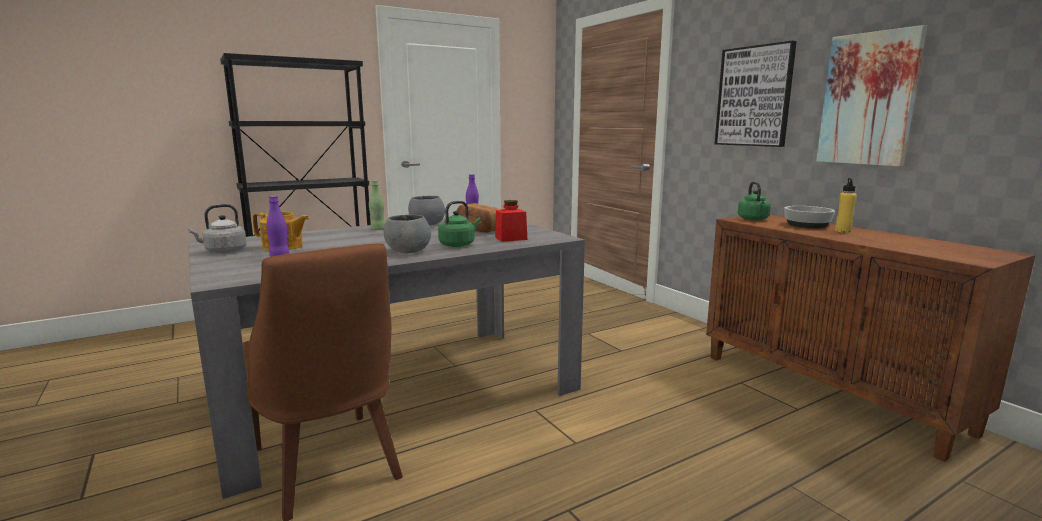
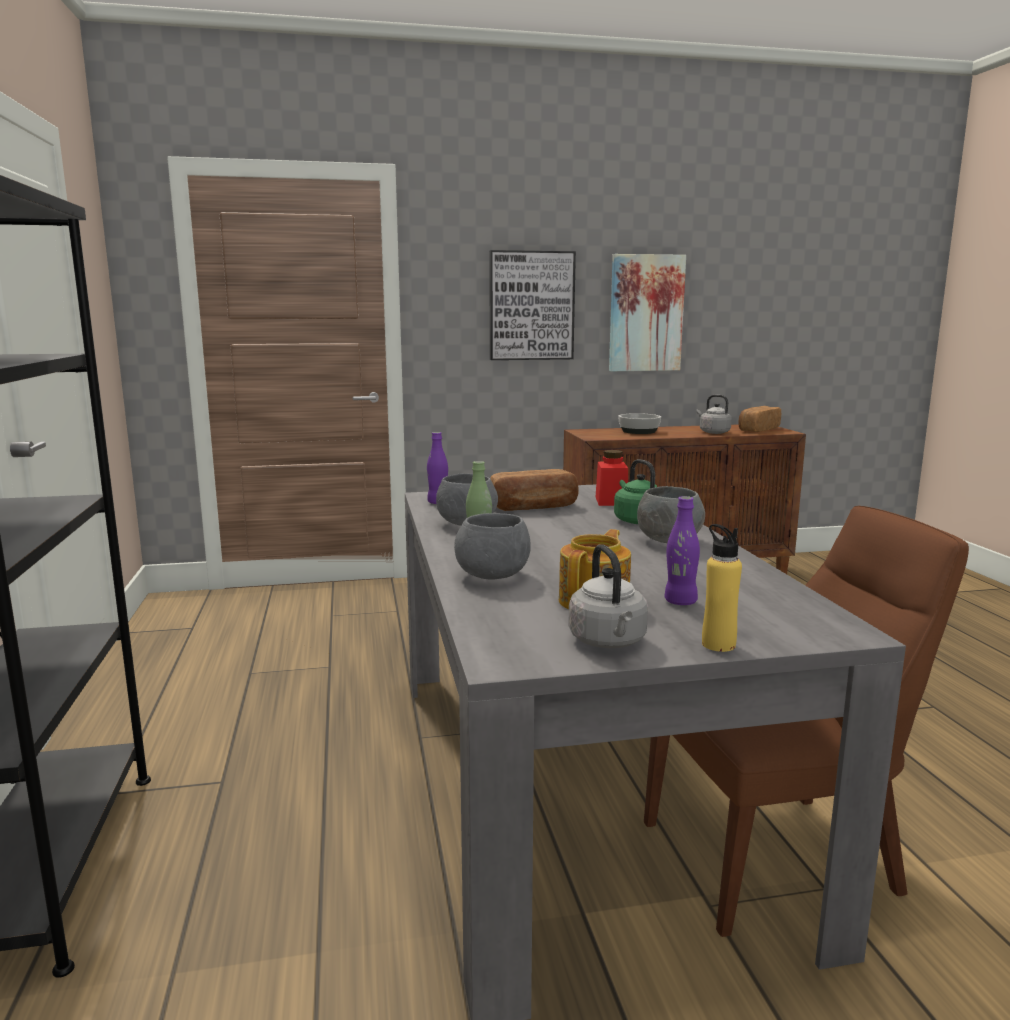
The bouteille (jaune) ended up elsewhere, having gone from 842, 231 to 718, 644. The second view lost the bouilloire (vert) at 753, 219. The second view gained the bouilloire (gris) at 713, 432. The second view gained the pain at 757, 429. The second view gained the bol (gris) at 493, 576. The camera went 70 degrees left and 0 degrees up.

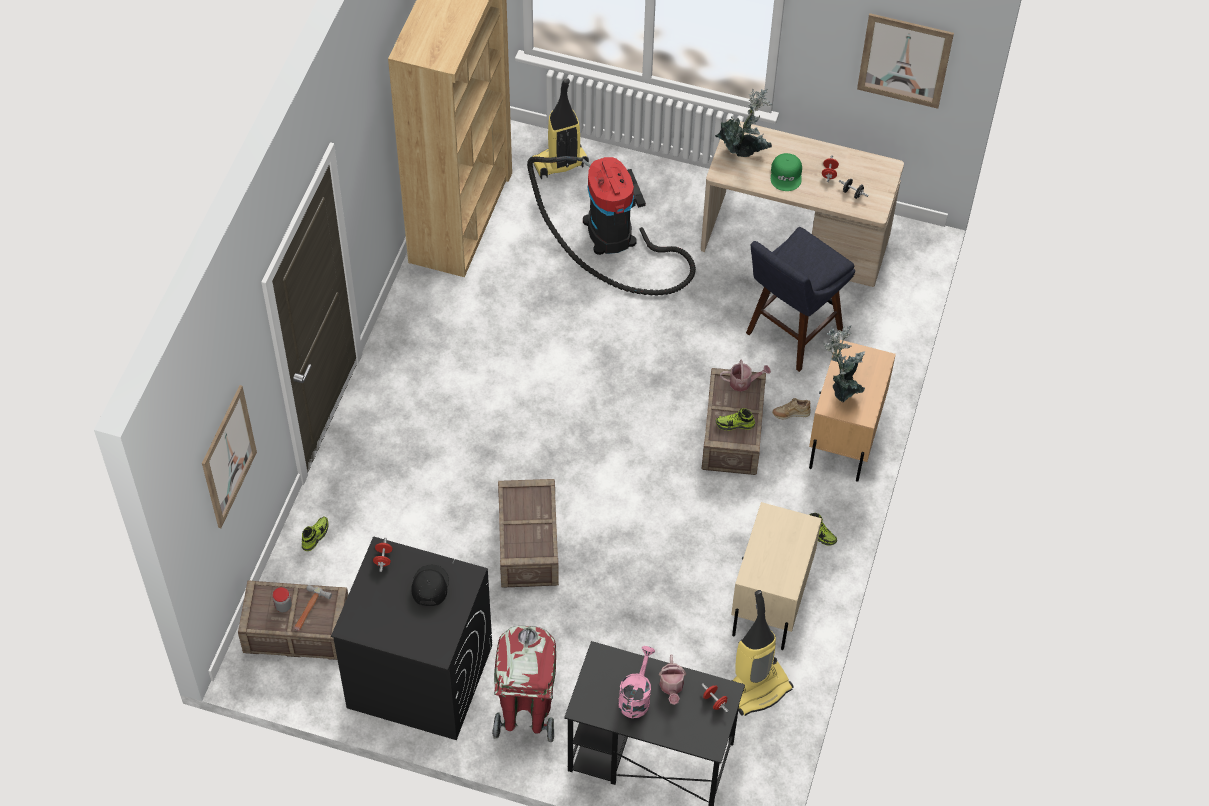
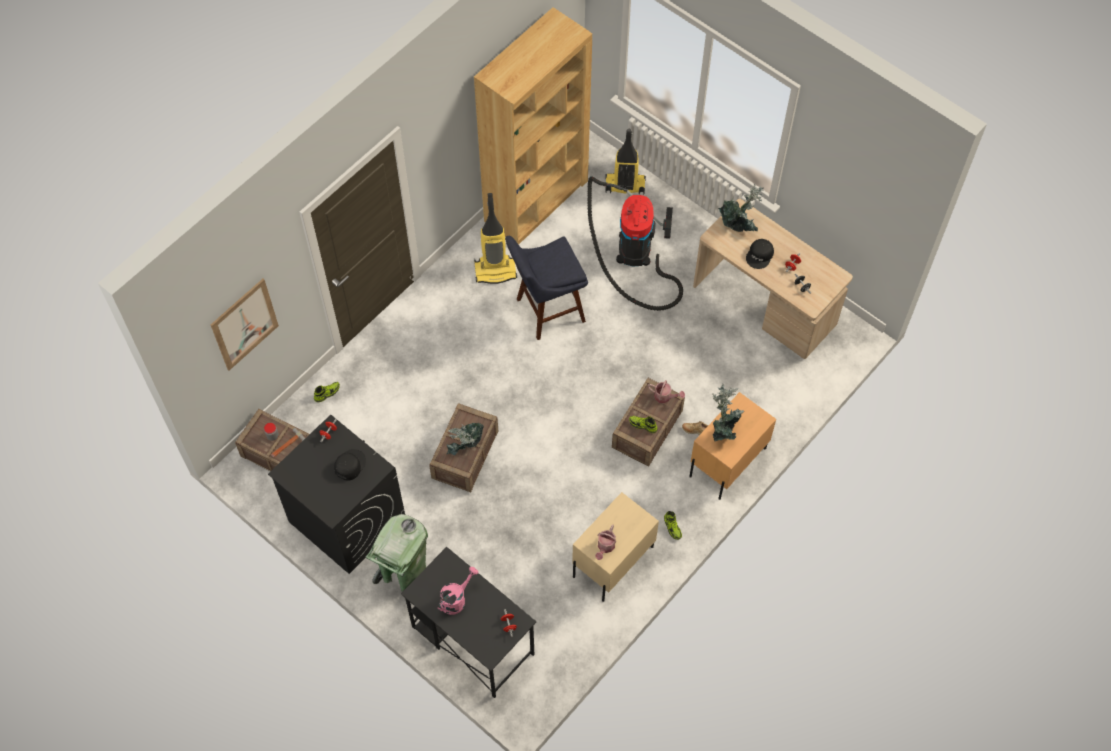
The second view lost the tableau at 904, 60. What was the casquette (vert) at 786, 175 turned into the casquette (noir) at 760, 255. The tabouret (bleu) ended up elsewhere, having gone from 790, 335 to 546, 312. The aspirateur ended up elsewhere, having gone from 758, 688 to 495, 270. What was the poubelle (rouge) at 525, 714 turned into the poubelle (vert) at 404, 574. The arrosoir ended up elsewhere, having gone from 671, 687 to 605, 547. The second view gained the plante en pot at 466, 448. The camera went 25 degrees right and 5 degrees up.

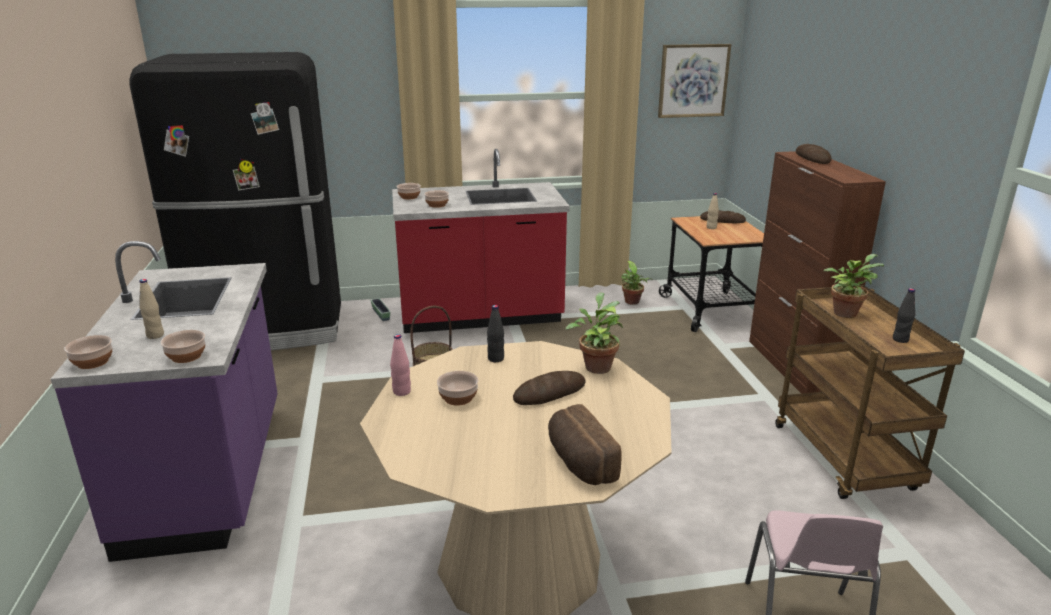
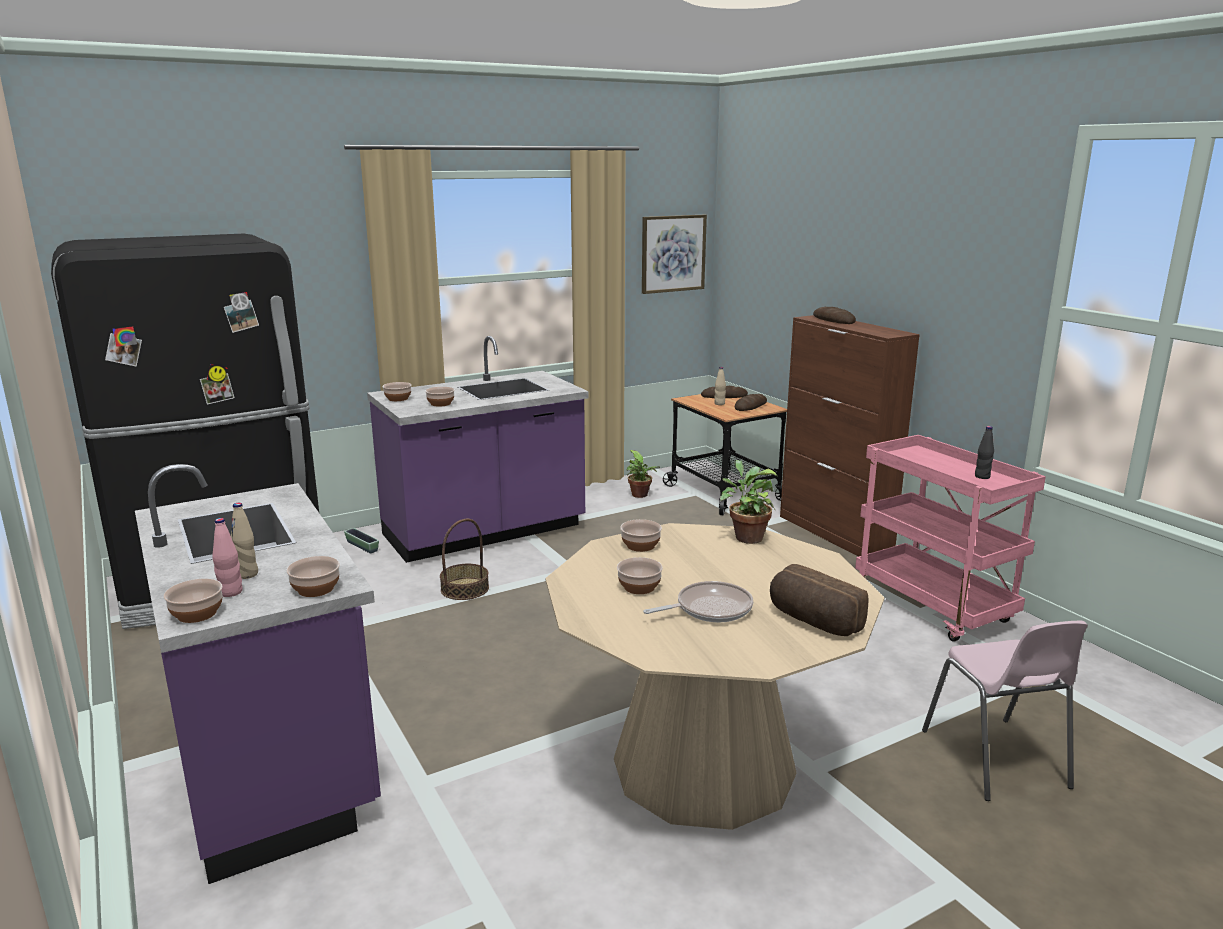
What was the comptoir de cuisine (rouge) at 480, 316 turned into the comptoir de cuisine (violet) at 485, 532. The second view lost the plante en pot at 845, 312. What was the chariot (marron) at 845, 459 turned into the chariot (rose) at 934, 607. Where the bouteille (noir) stood at 496, 359, the bol came to stand at 640, 546. The bouteille (rose) ended up elsewhere, having gone from 402, 392 to 230, 592. The pain ended up elsewhere, having gone from 549, 393 to 750, 406. The second view gained the poêle at 709, 609. The camera went 20 degrees left and 5 degrees down.

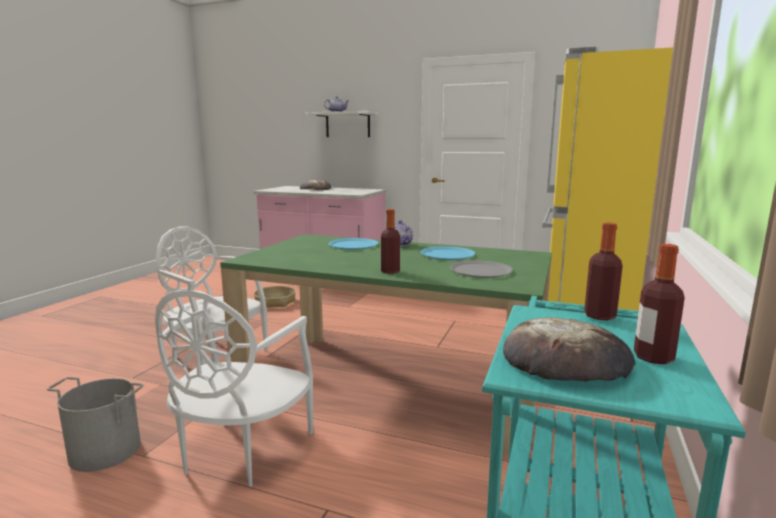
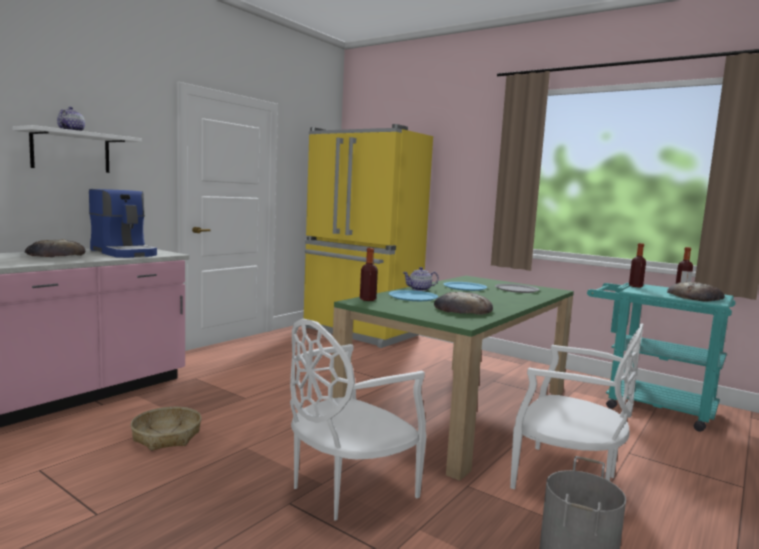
The bouteille ended up elsewhere, having gone from 390, 271 to 367, 299. The second view gained the machine à café at 125, 253. The second view gained the pain at 462, 309. The camera went 75 degrees left and 5 degrees down.

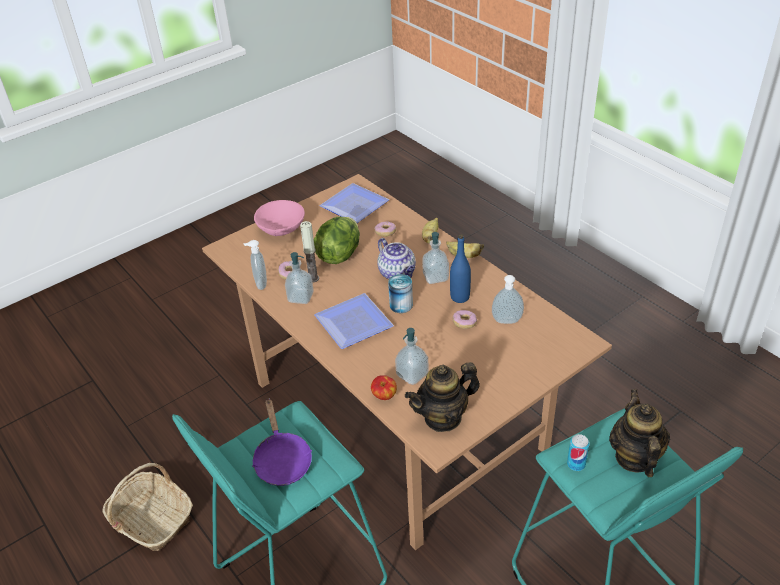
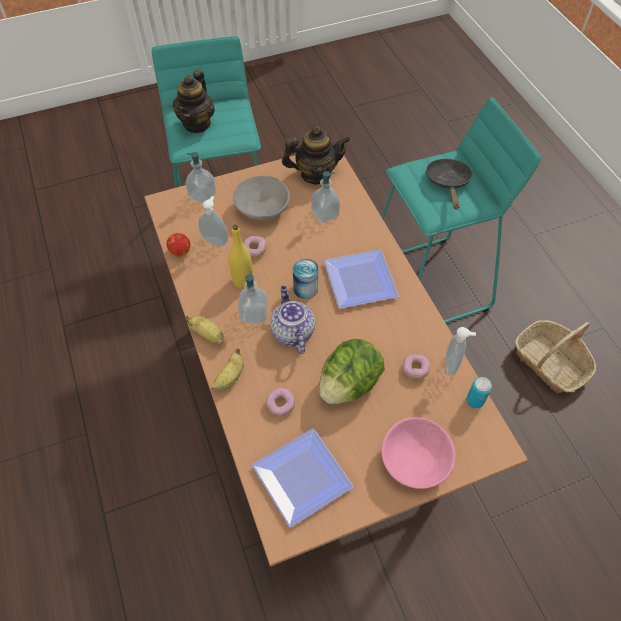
The second view lost the bougie at 313, 278. What was the bouteille (bleu) at 460, 297 turned into the bouteille (jaune) at 243, 281. The distributeur de savon ended up elsewhere, having gone from 300, 297 to 202, 195. The pomme ended up elsewhere, having gone from 384, 396 to 180, 251. What was the poêle (violet) at 282, 459 turned into the poêle (noir) at 448, 183. The boîte métallique ended up elsewhere, having gone from 576, 464 to 475, 400. The second view gained the bol (gris) at 262, 209. The camera went 165 degrees left and 15 degrees up.

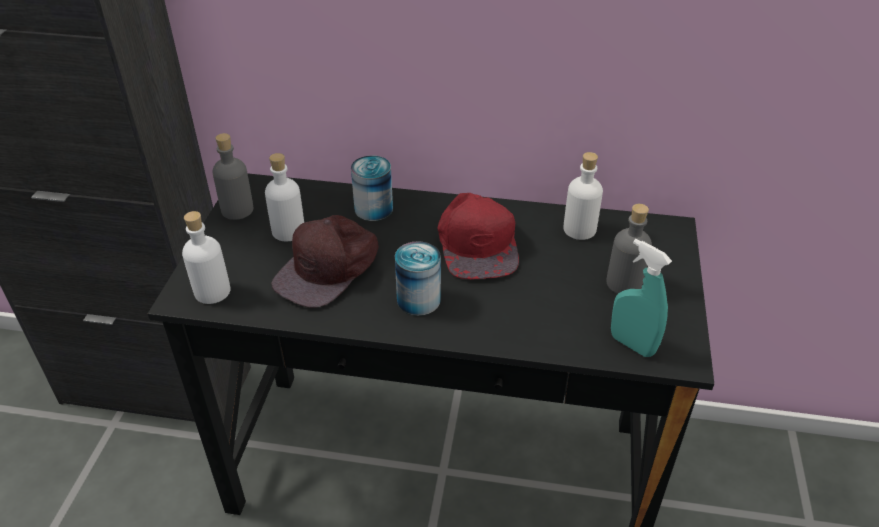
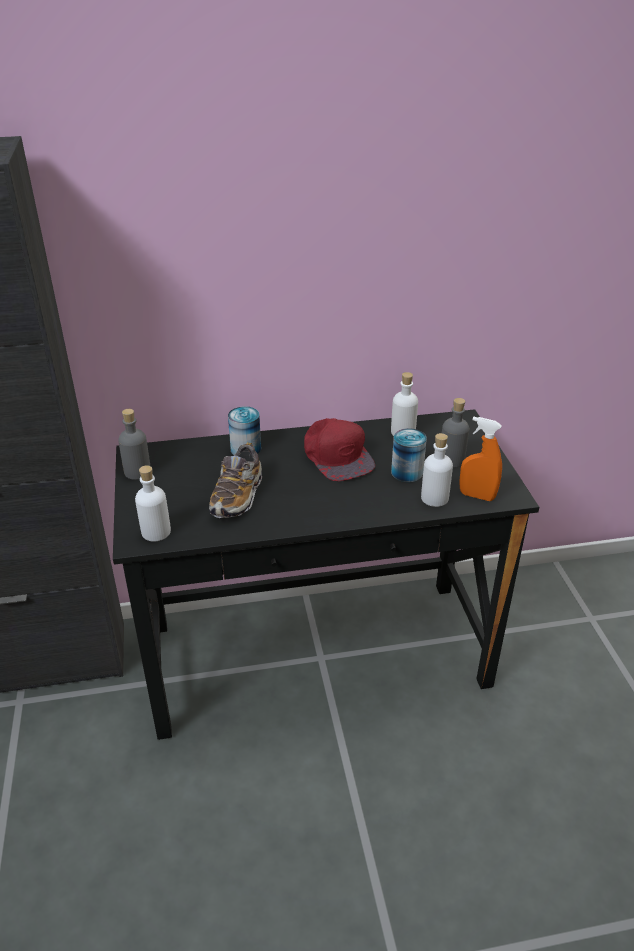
The bouteille (blanc) ended up elsewhere, having gone from 288, 231 to 434, 498. Where the casquette (marron) stood at 329, 268, the chaussure came to stand at 237, 496. What was the vaporisateur (turquoise) at 632, 344 turned into the vaporisateur (orange) at 477, 496. The boîte métallique ended up elsewhere, having gone from 418, 300 to 407, 472. The camera went 20 degrees left and 5 degrees down.

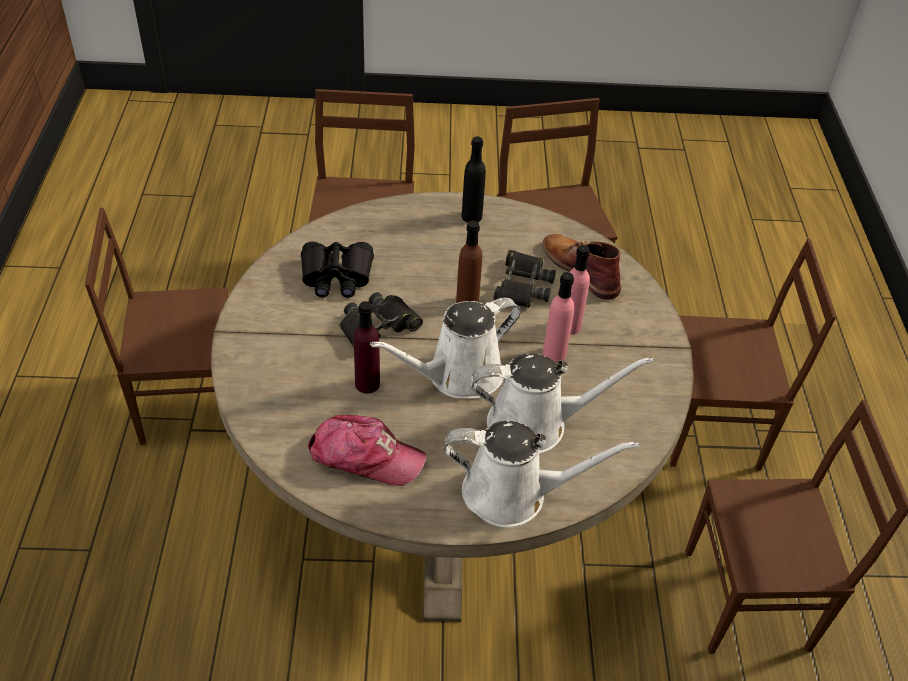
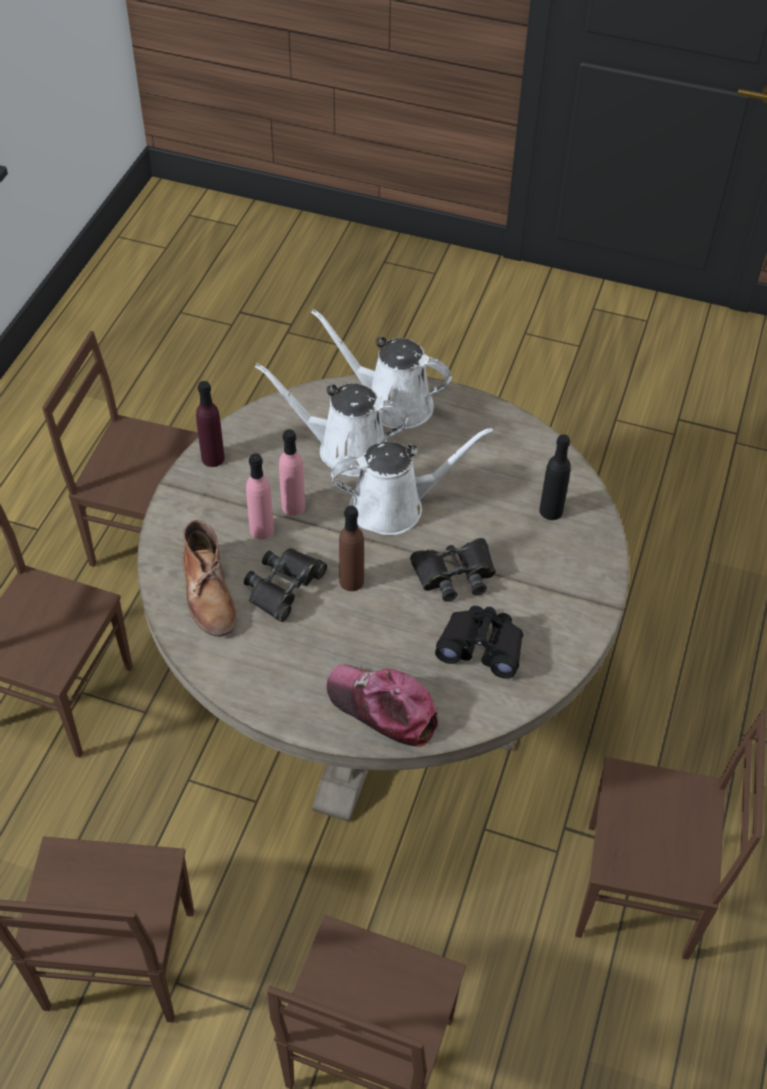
The bouteille (noir) ended up elsewhere, having gone from 471, 216 to 551, 511. The bouteille (violet) ended up elsewhere, having gone from 367, 384 to 213, 458. The casquette ended up elsewhere, having gone from 365, 456 to 383, 708. The camera went 160 degrees left and 5 degrees up.

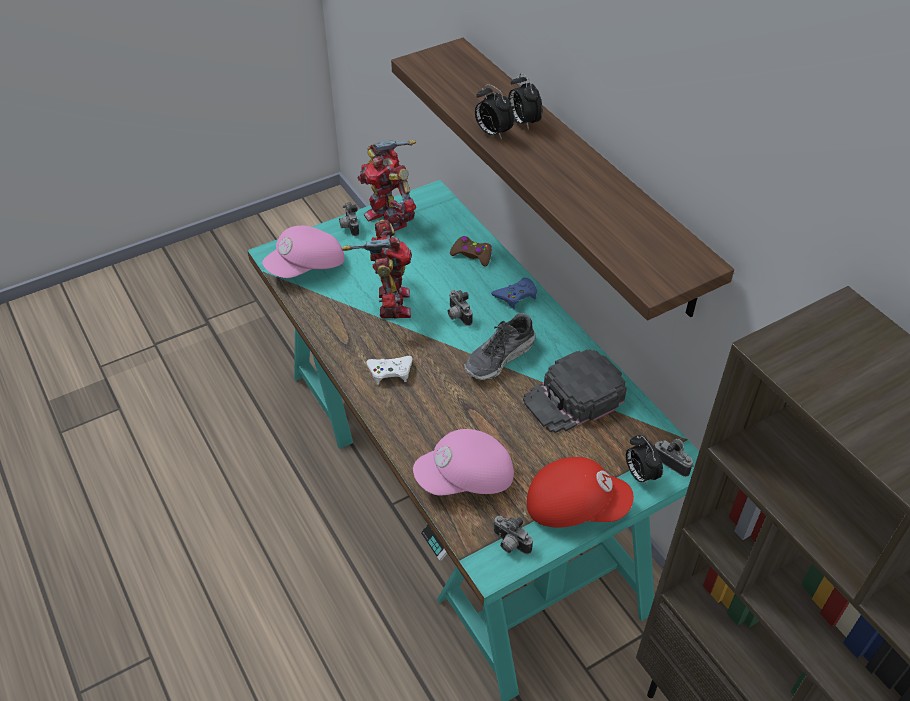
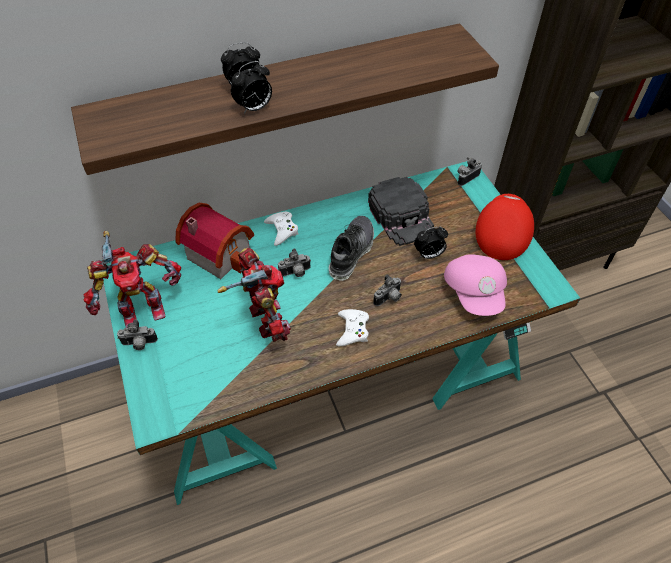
The robot jouet at 390, 304 ended up facing another way, 60 degrees clockwise from before. The second view lost the casquette (rose) at 307, 267. Where the manette (marron) stood at 472, 255, the maison miniature came to stand at 220, 251. What was the manette (bleu) at 516, 295 turned into the manette (blanc) at 282, 230. The chaussure at 499, 357 ended up facing another way, 120 degrees counterclockwise from before. The réveil ended up elsewhere, having gone from 640, 474 to 428, 255. The appareil photo ended up elsewhere, having gone from 509, 544 to 389, 298. The camera went 80 degrees left and 5 degrees up.

